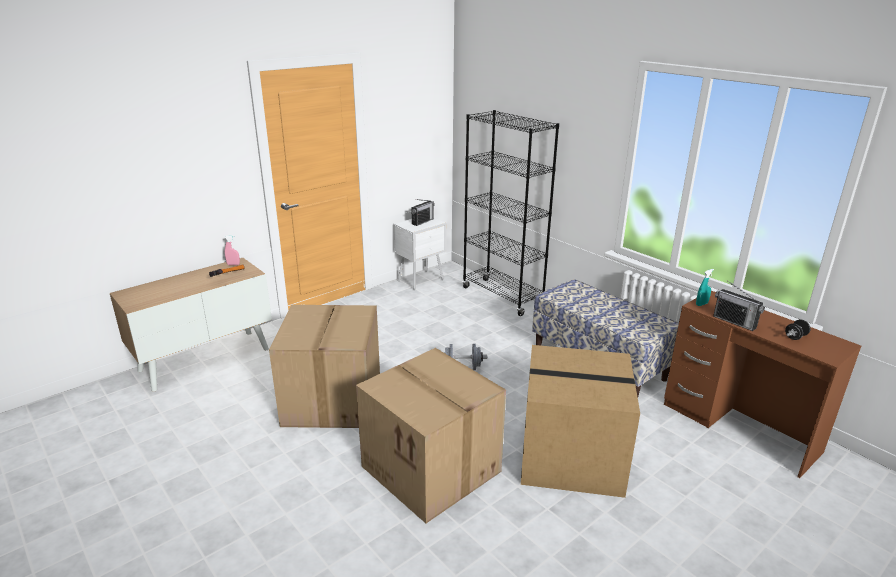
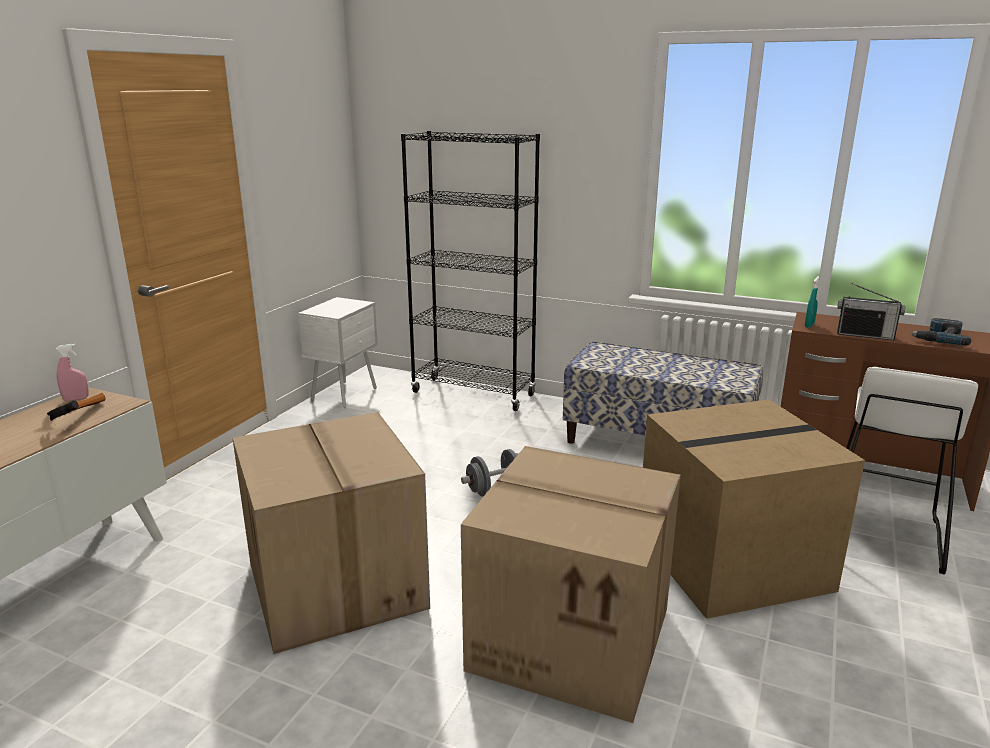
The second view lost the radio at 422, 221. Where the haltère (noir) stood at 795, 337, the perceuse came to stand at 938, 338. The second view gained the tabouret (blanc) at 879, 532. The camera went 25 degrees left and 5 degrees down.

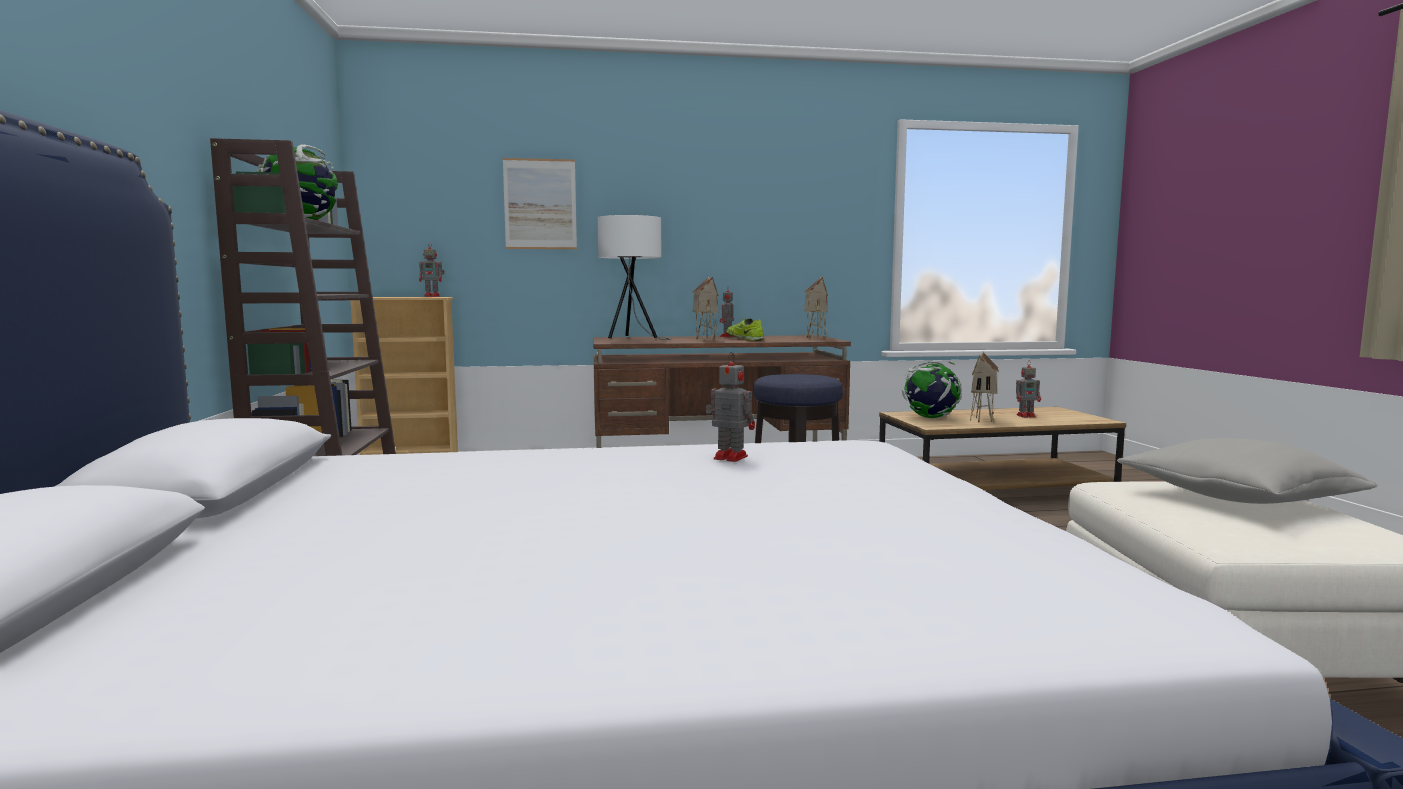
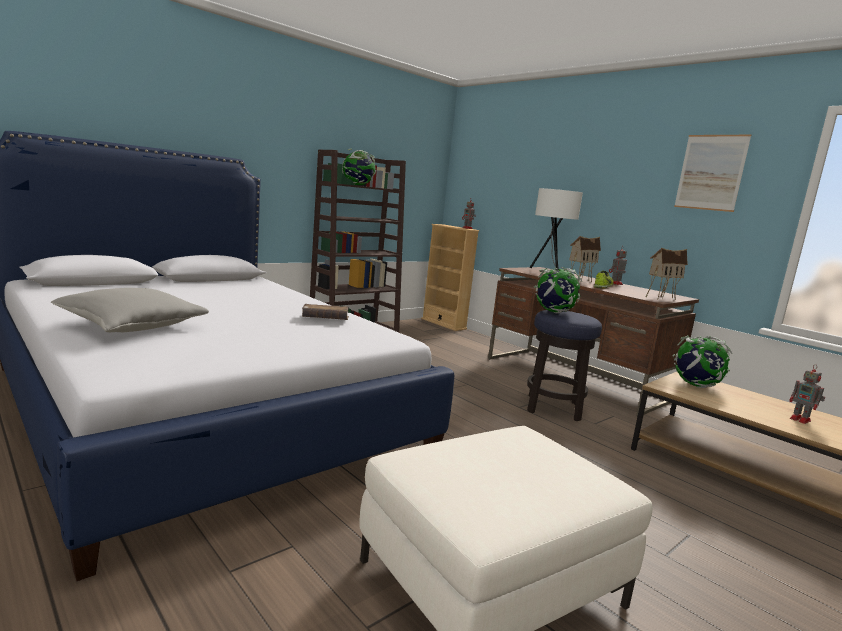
The tableau ended up elsewhere, having gone from 540, 204 to 711, 172. The second view lost the maison miniature at 983, 419. Where the robot jouet stood at 729, 457, the livre (marron) came to stand at 325, 319. The coussin (gris) ended up elsewhere, having gone from 1236, 498 to 132, 326. The second view gained the globe at 554, 312. The camera went 55 degrees right and 5 degrees up.

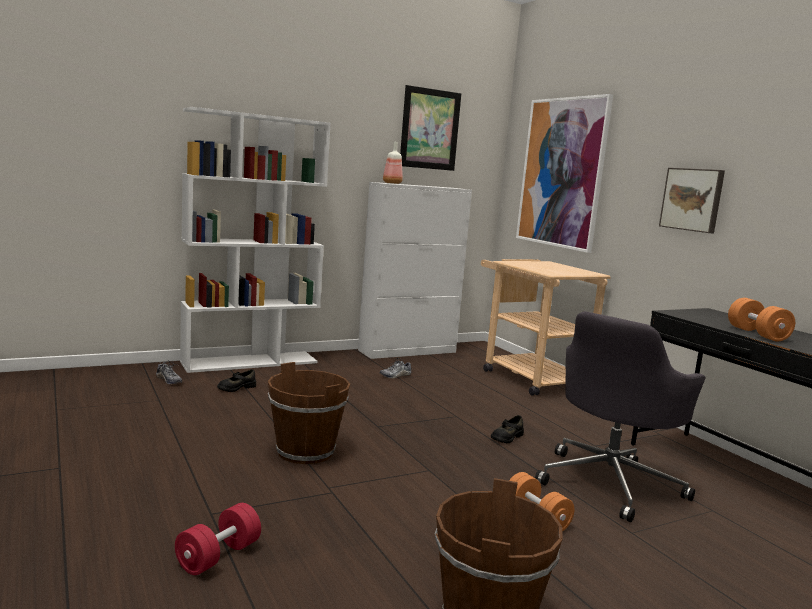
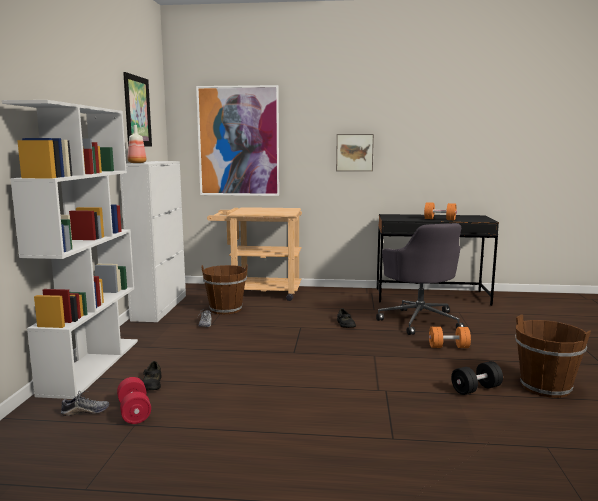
The seau (marron) ended up elsewhere, having gone from 306, 451 to 226, 309. The haltère (rouge) ended up elsewhere, having gone from 218, 556 to 134, 412. The second view gained the haltère (noir) at 476, 389. The camera went 55 degrees left and 0 degrees up.

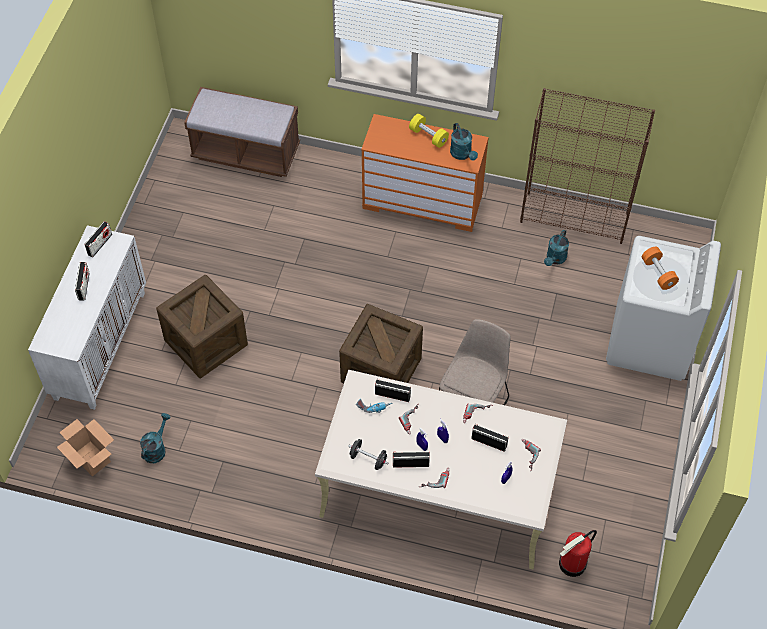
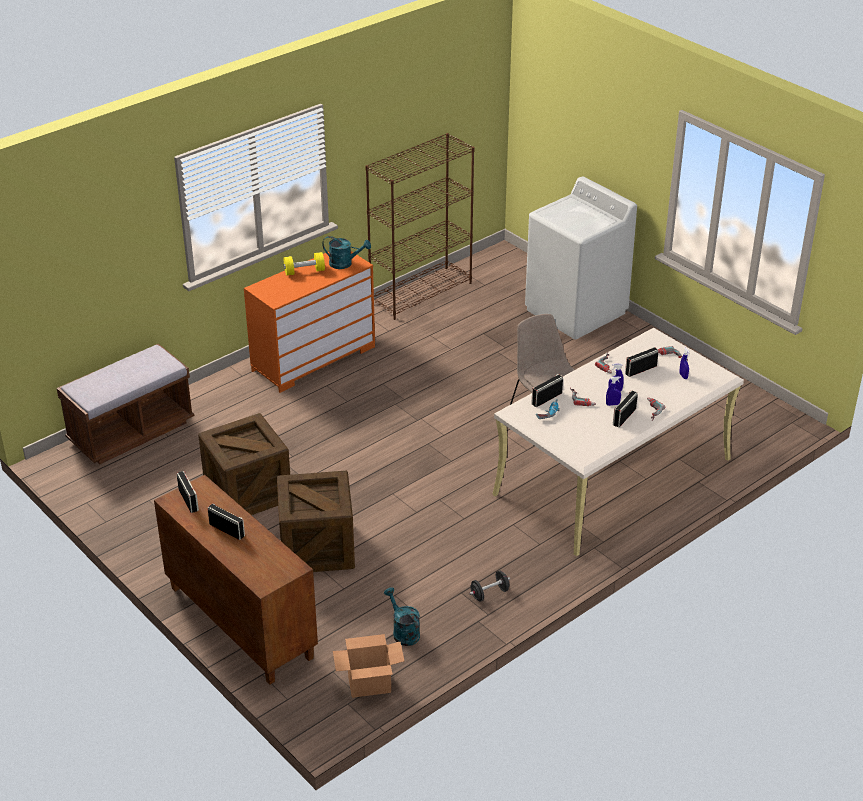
What was the meuble de rangement (blanc) at 100, 344 turned into the meuble de rangement (marron) at 239, 622. The second view lost the arrosoir (turquoise) at 555, 259. The second view lost the haltère (orange) at 658, 273. The caisse ended up elsewhere, having gone from 381, 370 to 248, 493. The haltère (noir) ended up elsewhere, having gone from 368, 459 to 489, 593. The second view lost the extincteur at 572, 564. The camera went 55 degrees left and 20 degrees down.

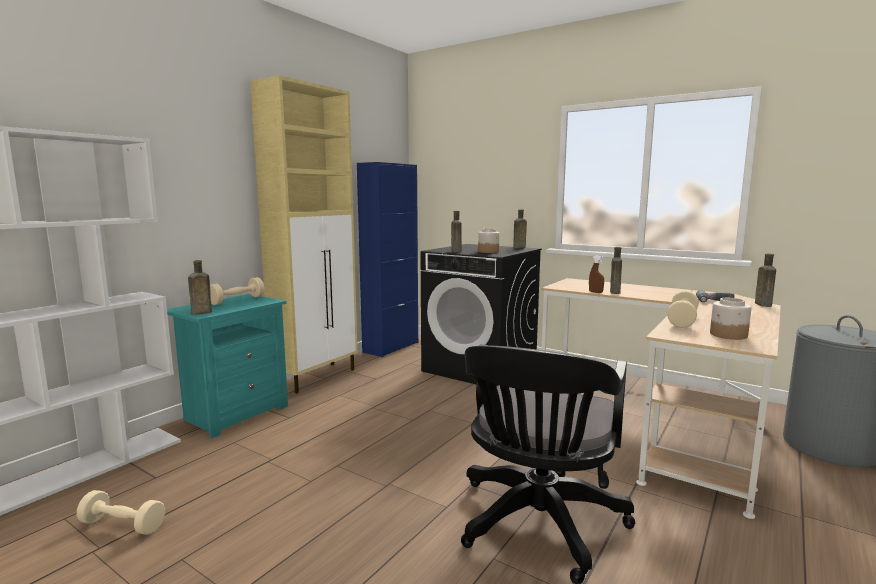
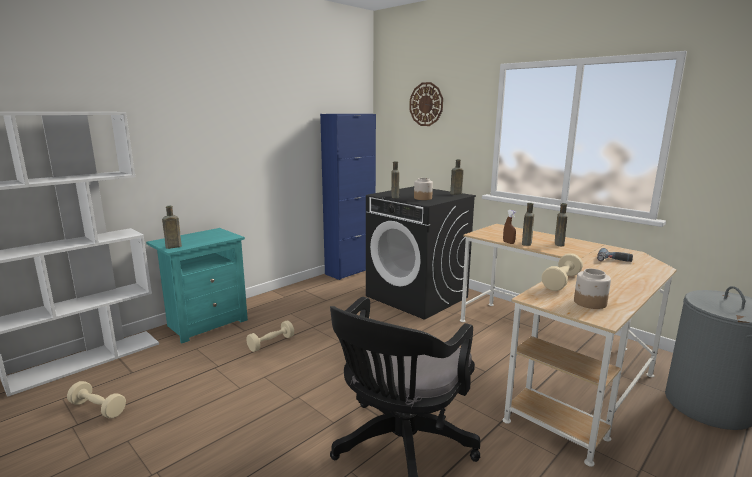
The second view lost the meuble de rangement (beige) at 317, 377. The bouteille (marron) ended up elsewhere, having gone from 762, 304 to 559, 244. The haltère (beige) ended up elsewhere, having gone from 237, 300 to 271, 343. The second view gained the horloge murale at 426, 104. The camera went 10 degrees right and 5 degrees up.

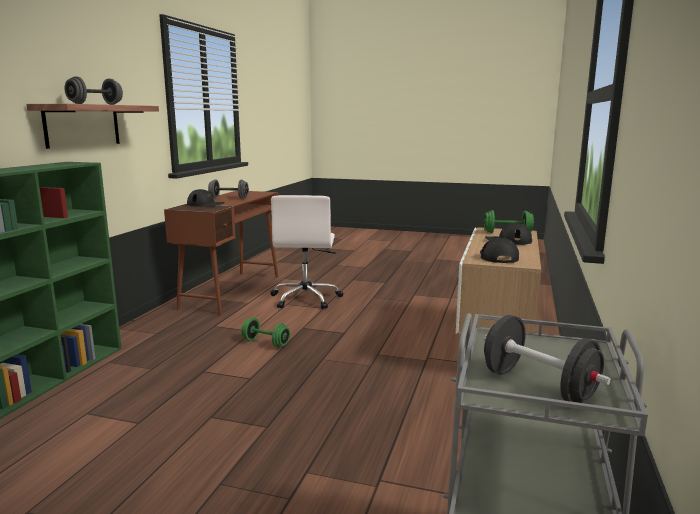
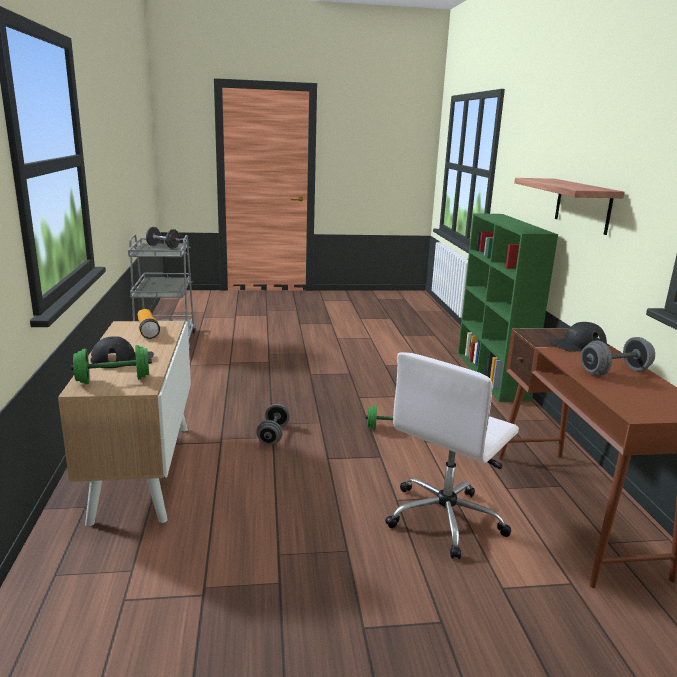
The haltère (gris) ended up elsewhere, having gone from 96, 104 to 273, 435. The chaise de bureau (blanc) at 306, 298 ended up facing another way, 120 degrees counterclockwise from before. Where the casquette (noir) stood at 497, 256, the lampe de poche came to stand at 147, 331. The camera went 155 degrees right and 5 degrees up.

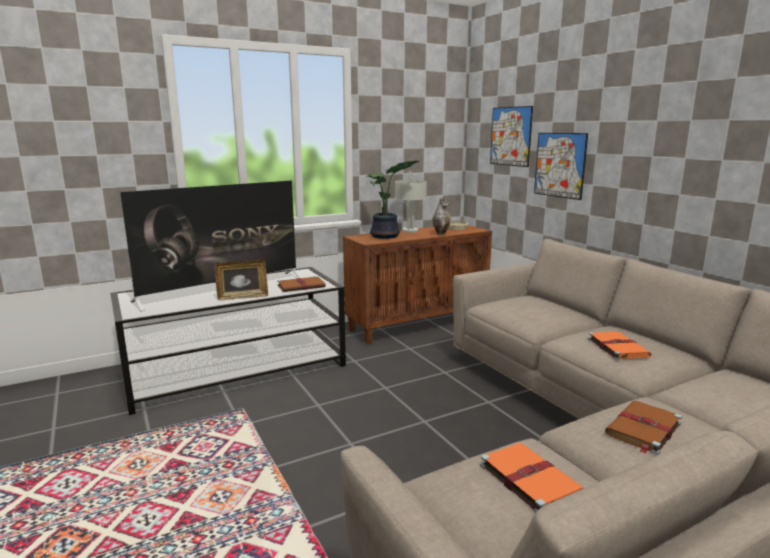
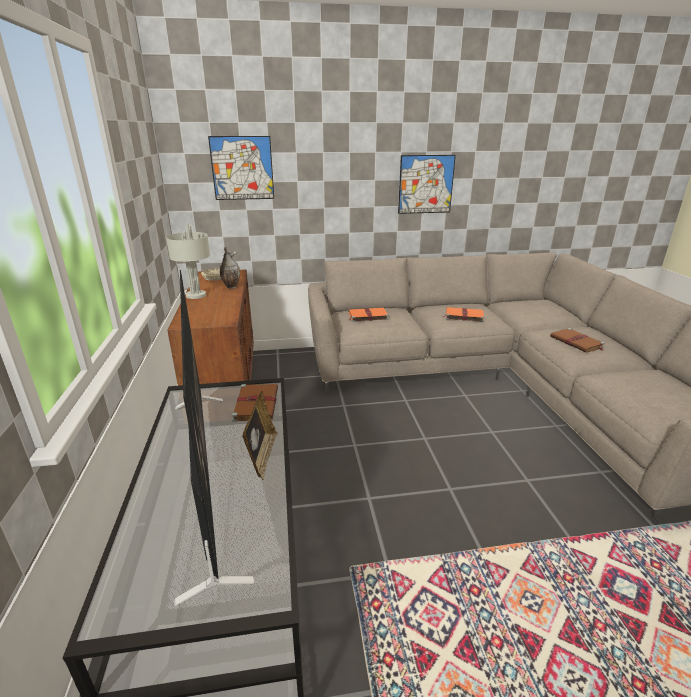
The tableau ended up elsewhere, having gone from 559, 165 to 426, 184. The second view lost the plante en pot at 386, 236. The livre (orange) ended up elsewhere, having gone from 528, 478 to 367, 316. The camera went 70 degrees left and 10 degrees up.

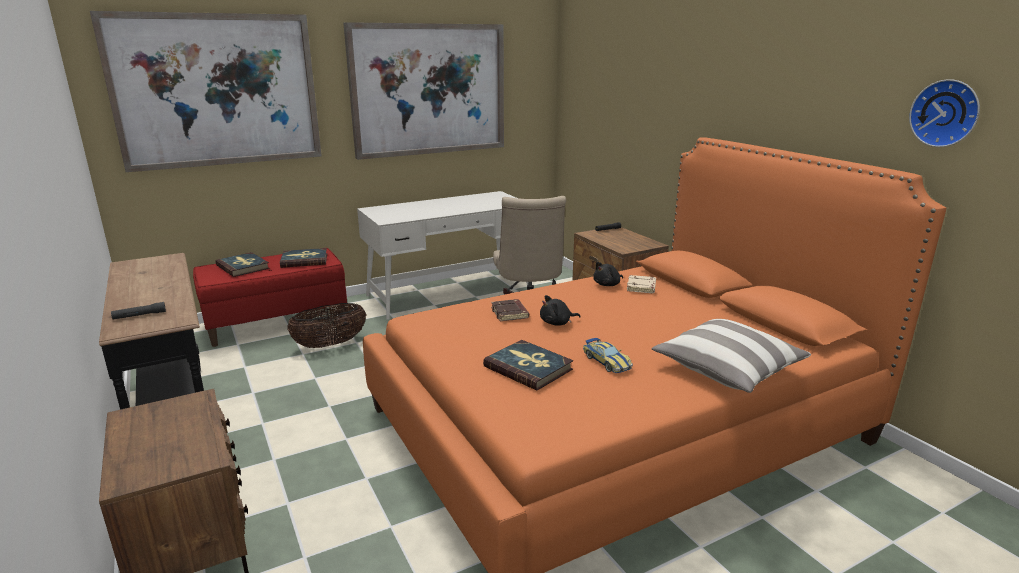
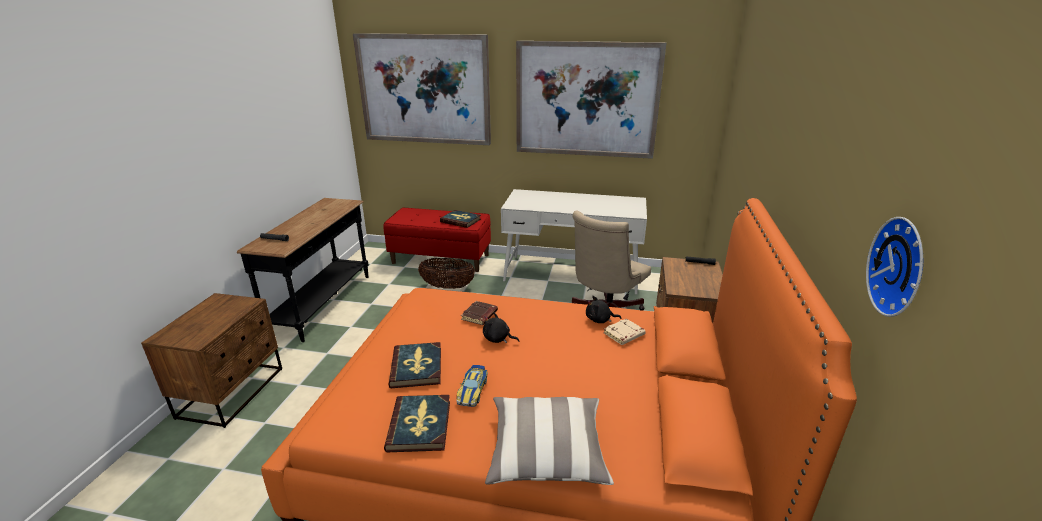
The livre ended up elsewhere, having gone from 243, 267 to 420, 425. The camera went 40 degrees right and 5 degrees up.

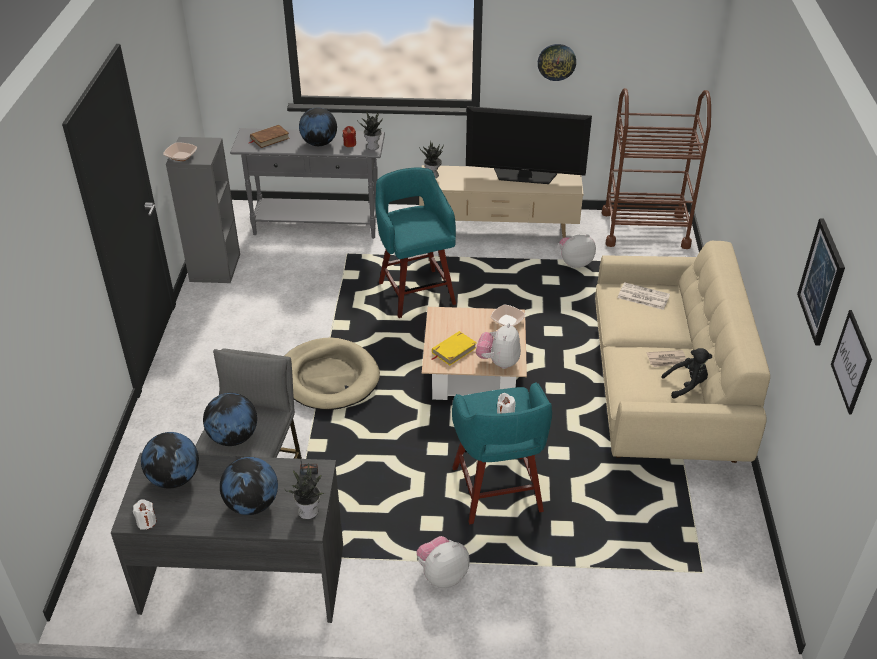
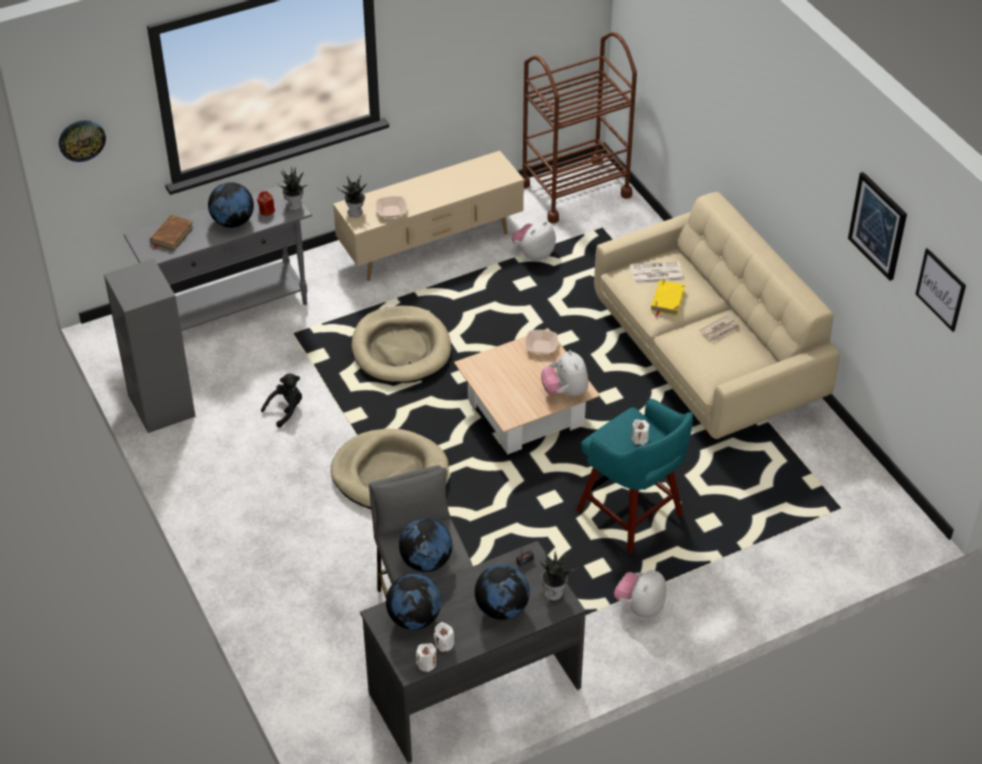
The horloge murale ended up elsewhere, having gone from 556, 62 to 81, 140. The second view lost the téléviseur at 524, 176. The bol ended up elsewhere, having gone from 181, 156 to 391, 211. Where the tabouret (turquoise) stood at 416, 292, the panier pour chien (beige) came to stand at 401, 349. The livre (jaune) ended up elsewhere, having gone from 453, 350 to 667, 300. The peluche (noir) ended up elsewhere, having gone from 686, 385 to 286, 410. The second view gained the bougie (blanc) at 444, 644. The camera went 30 degrees left and 5 degrees up.

